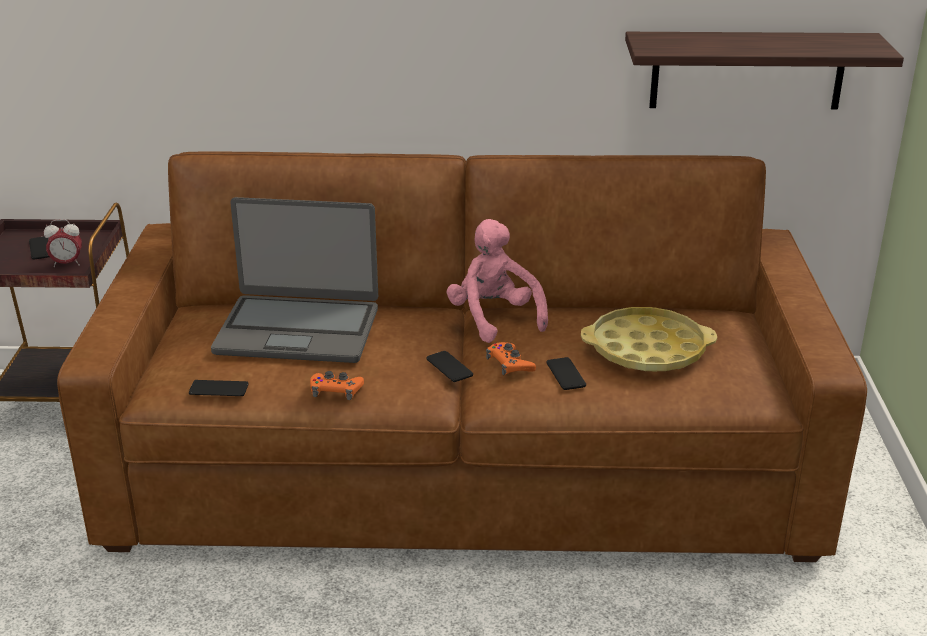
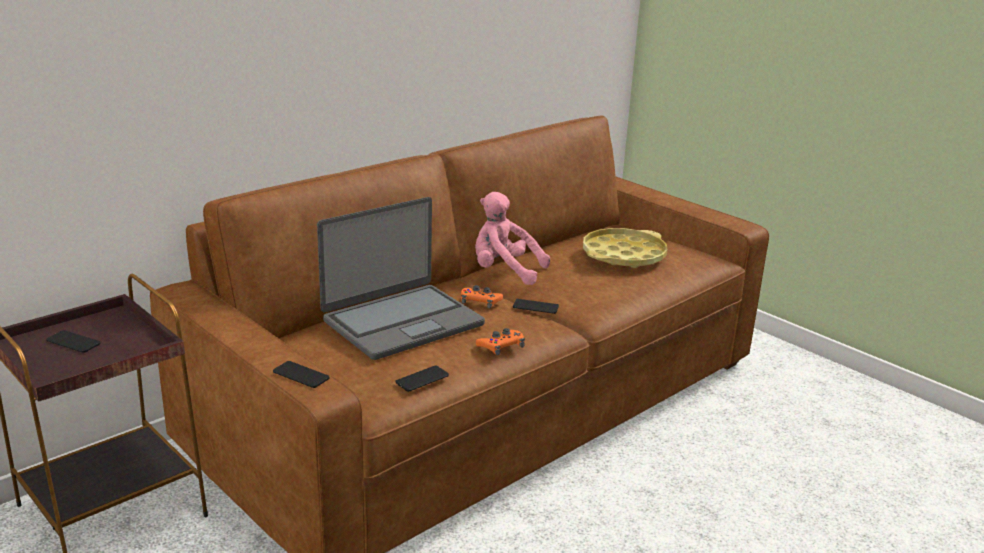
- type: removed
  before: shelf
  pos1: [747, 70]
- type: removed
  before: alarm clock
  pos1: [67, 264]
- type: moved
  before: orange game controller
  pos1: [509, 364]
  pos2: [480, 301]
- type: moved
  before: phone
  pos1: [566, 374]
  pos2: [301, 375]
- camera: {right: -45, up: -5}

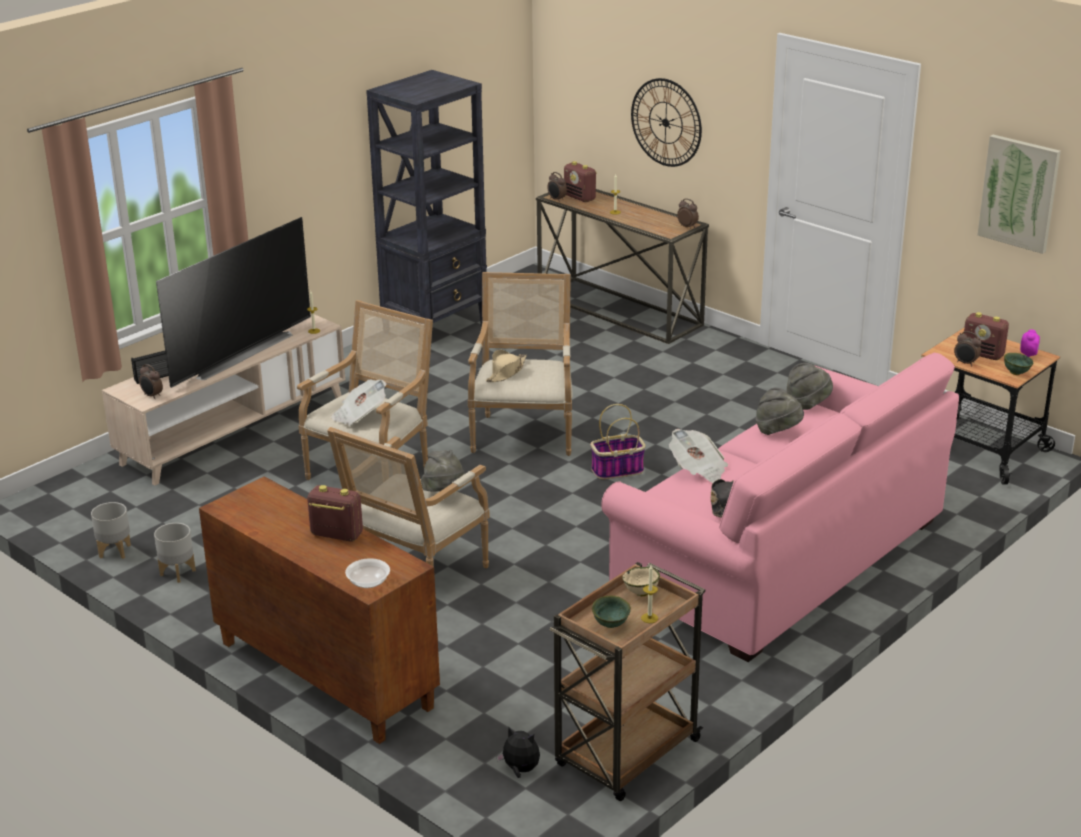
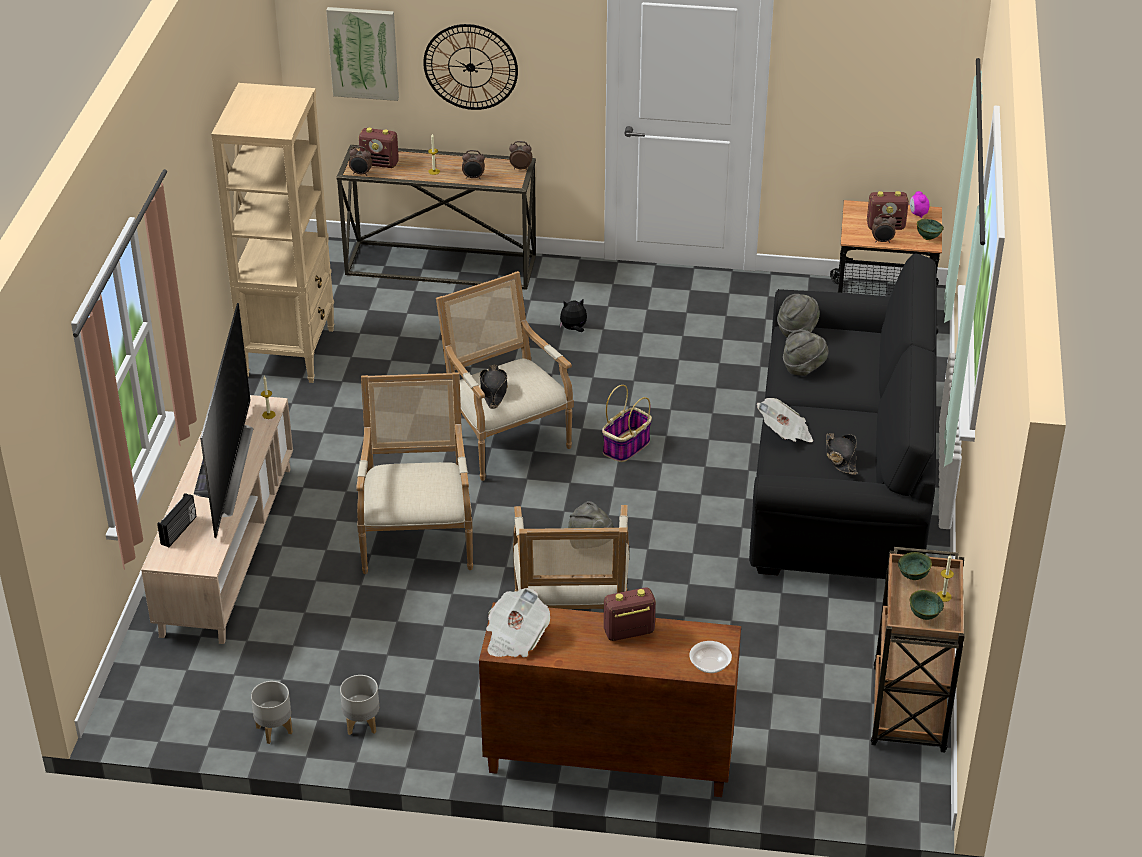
- type: recoloured
  before: black bookcase
  after: beige bookcase
  pos1: [436, 328]
  pos2: [290, 352]
- type: moved
  before: picture
  pos1: [1019, 193]
  pos2: [363, 53]
- type: recoloured
  before: beige hat
  after: black hat
  pos1: [506, 372]
  pos2: [493, 390]
- type: recoloured
  before: pink sofa
  after: black sofa
  pos1: [779, 558]
  pos2: [839, 480]
- type: moved
  before: alarm clock
  pos1: [152, 396]
  pos2: [473, 177]
- type: moved
  before: newspaper
  pos1: [359, 415]
  pos2: [515, 638]
- type: recoloured
  before: beige bowl
  after: green bowl
  pos1: [641, 593]
  pos2: [913, 577]
- type: moved
  before: plush toy
  pos1: [520, 770]
  pos2: [573, 329]
- camera: {right: -35, up: 10}

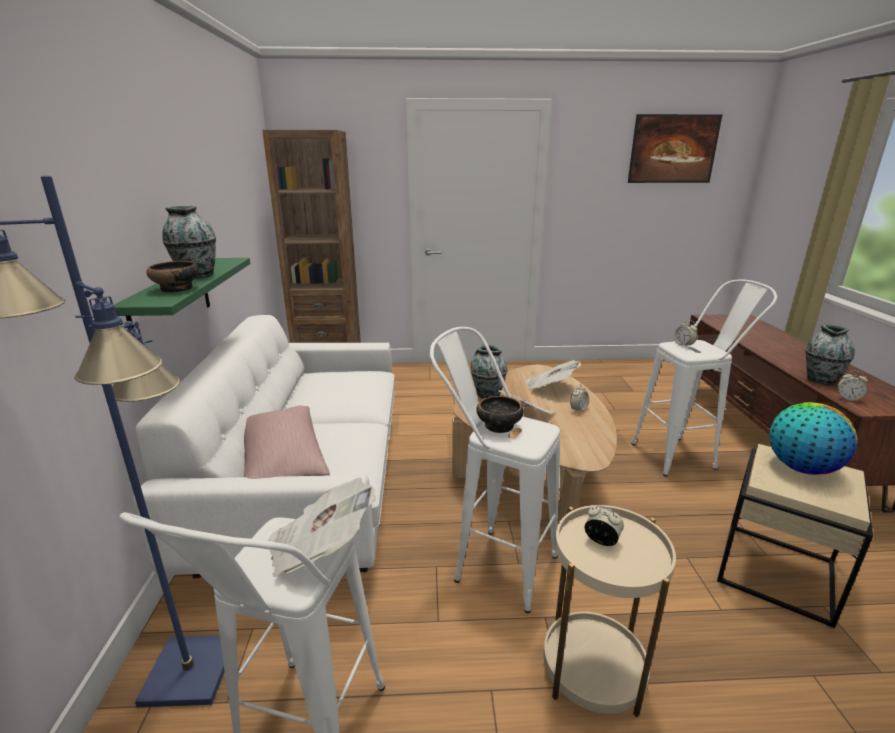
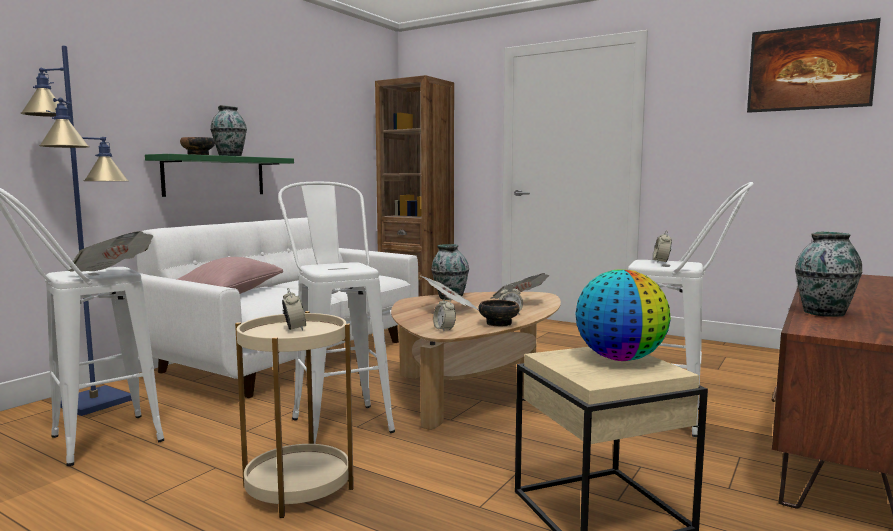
- type: moved
  before: alarm clock
  pos1: [848, 399]
  pos2: [444, 329]
- type: moved
  before: bowl
  pos1: [498, 426]
  pos2: [498, 323]
- camera: {right: 35, up: -15}

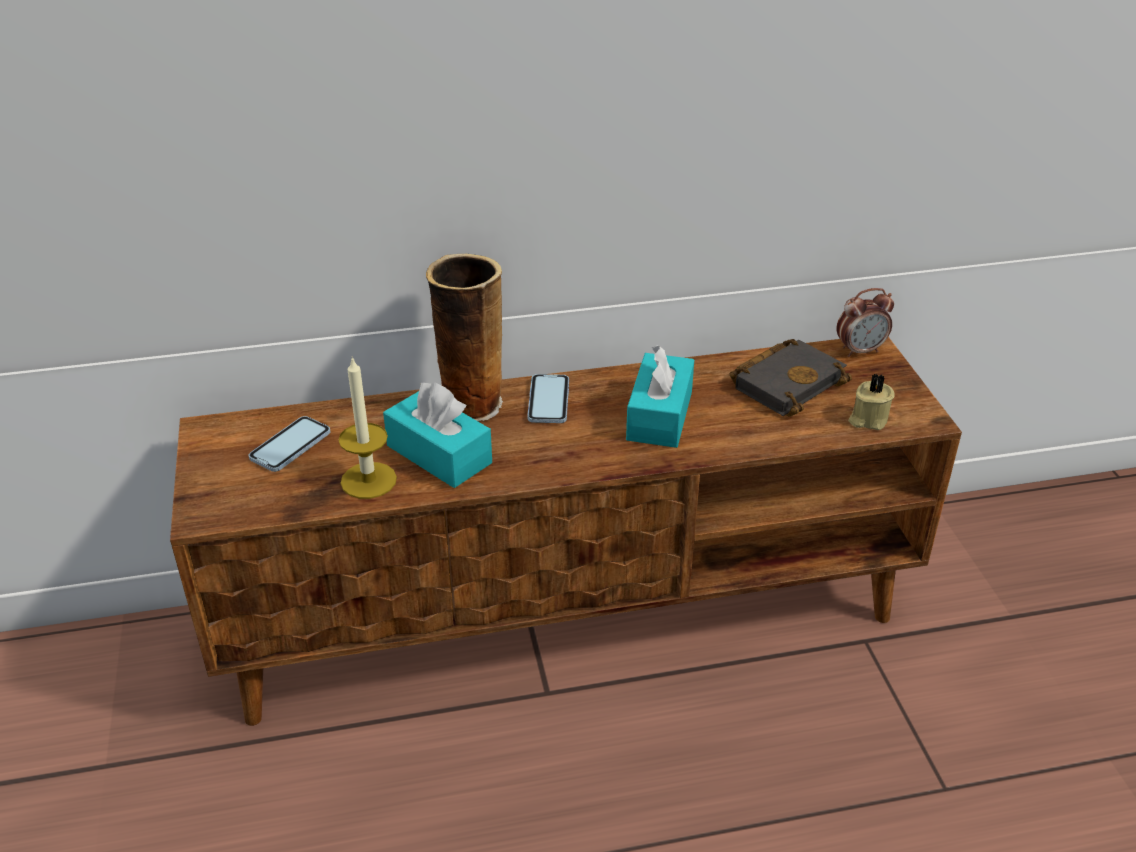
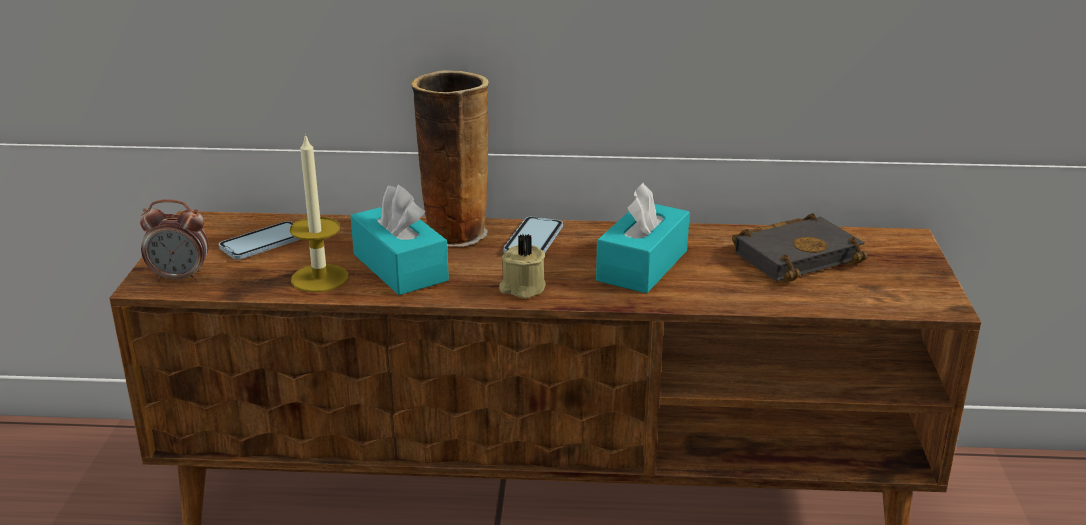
- type: moved
  before: alarm clock
  pos1: [860, 351]
  pos2: [180, 278]
- type: moved
  before: beige candle
  pos1: [867, 419]
  pos2: [522, 288]
- camera: {right: 15, up: -10}

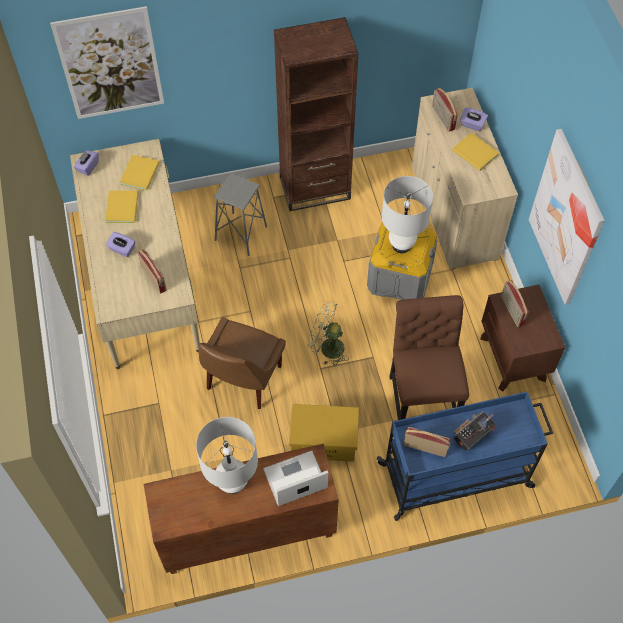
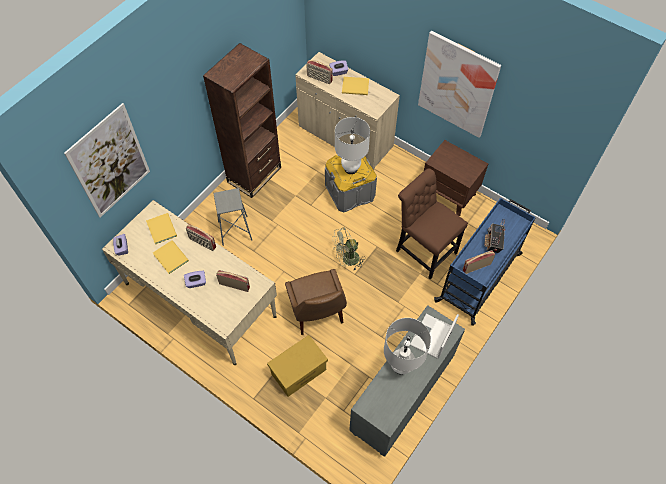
- type: moved
  before: radio
  pos1: [511, 310]
  pos2: [202, 243]
- type: moved
  before: yellow storage box
  pos1: [324, 441]
  pos2: [299, 371]
- type: recoloured
  before: brown cabinet
  after: grey cabinet
  pos1: [246, 533]
  pos2: [402, 397]
- camera: {right: -40, up: 0}

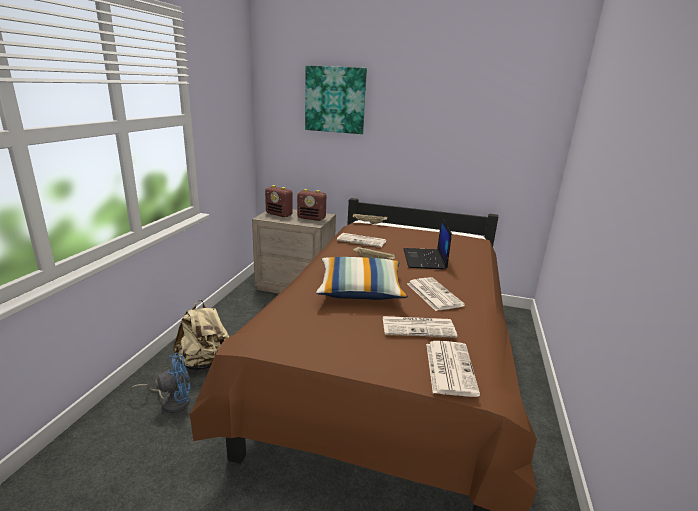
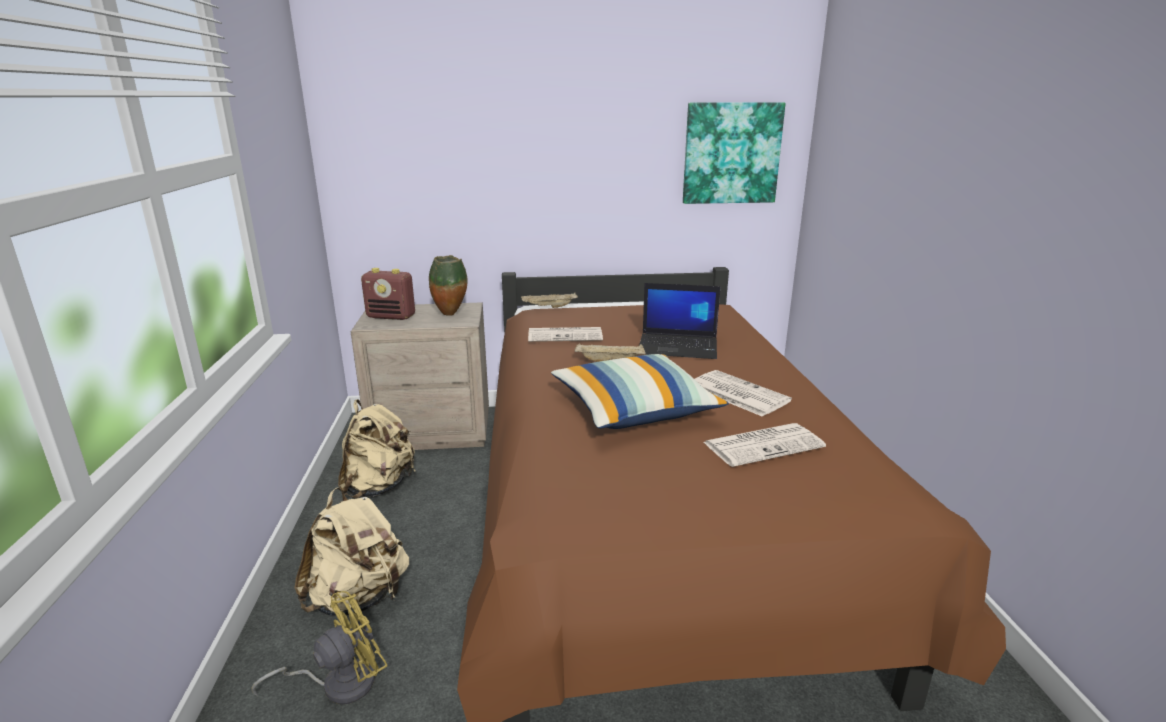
- type: moved
  before: picture
  pos1: [335, 100]
  pos2: [731, 153]
- type: replaced
  before: radio
  after: vase
  pos1: [312, 218]
  pos2: [451, 314]
- type: turned
  before: laptop
  pos1: [425, 259]
  pos2: [679, 346]
  turn: -60
- type: removed
  before: newspaper
  pos1: [449, 367]
- type: recoloured
  before: blue fan
  after: yellow fan
  pos1: [171, 402]
  pos2: [339, 683]
- type: added
  after: beige backpack
  pos2: [379, 486]
- camera: {right: -20, up: 0}

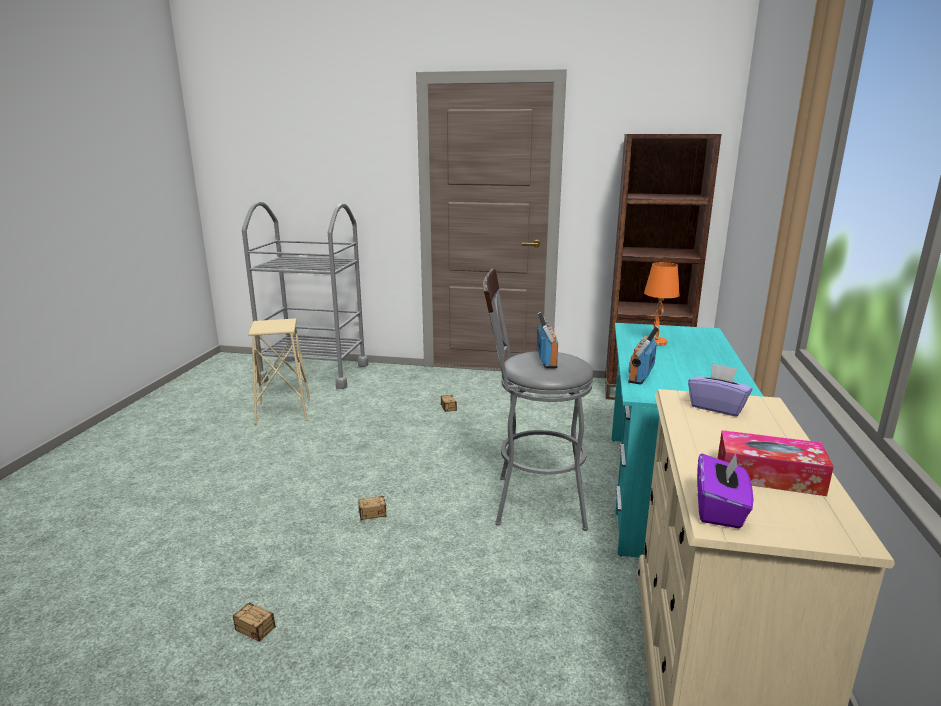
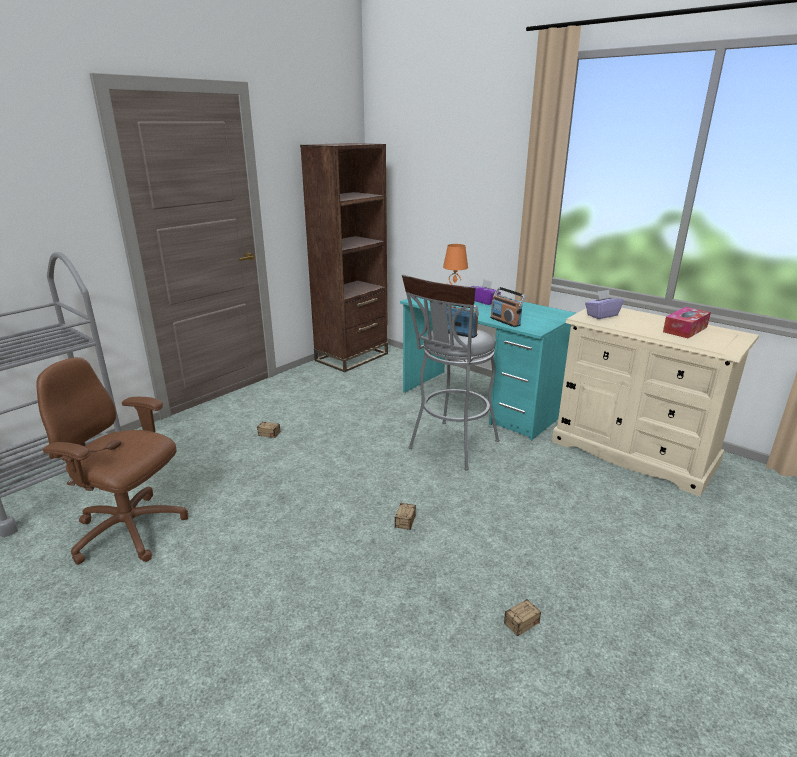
- type: replaced
  before: beige stool
  after: brown office chair
  pos1: [283, 411]
  pos2: [131, 531]
- type: moved
  before: purple tissue box
  pos1: [719, 509]
  pos2: [484, 301]
- camera: {right: -60, up: 5}

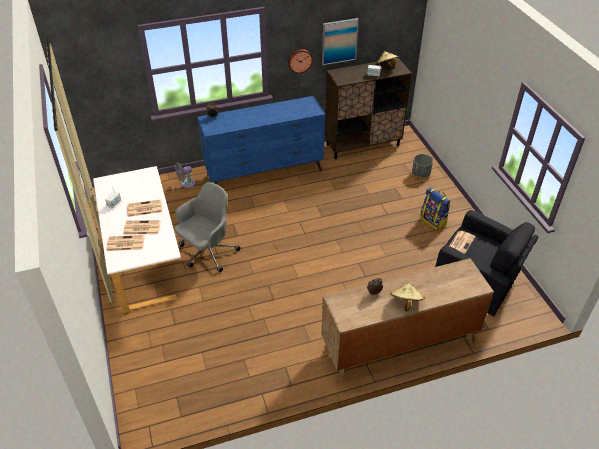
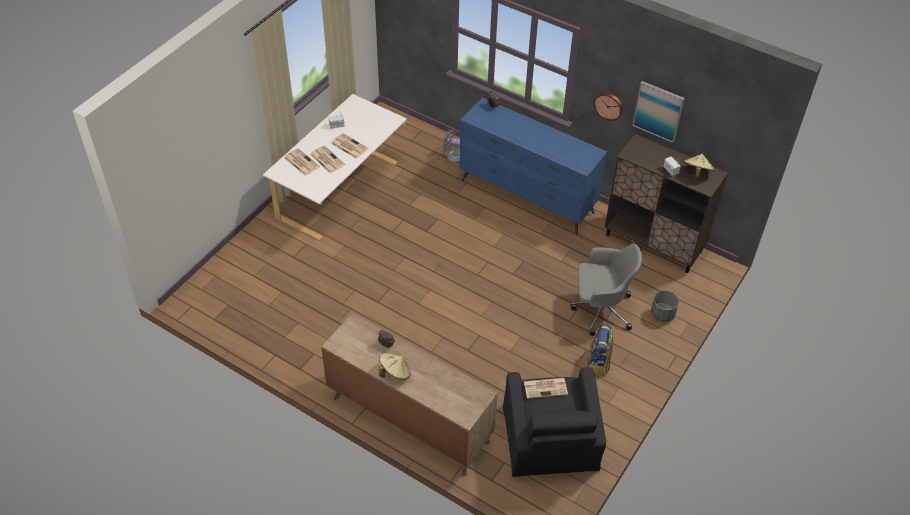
- type: moved
  before: grey office chair
  pos1: [207, 252]
  pos2: [600, 309]
- camera: {right: 50, up: 5}

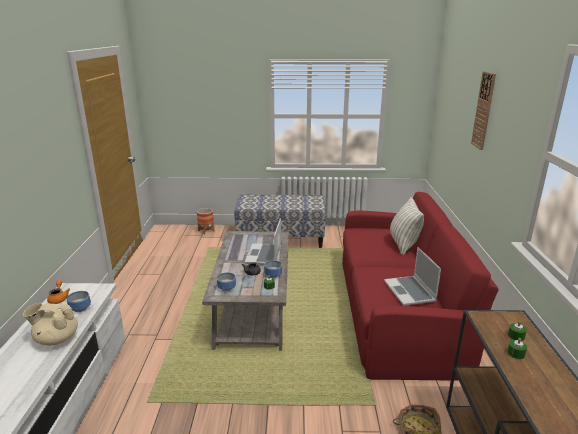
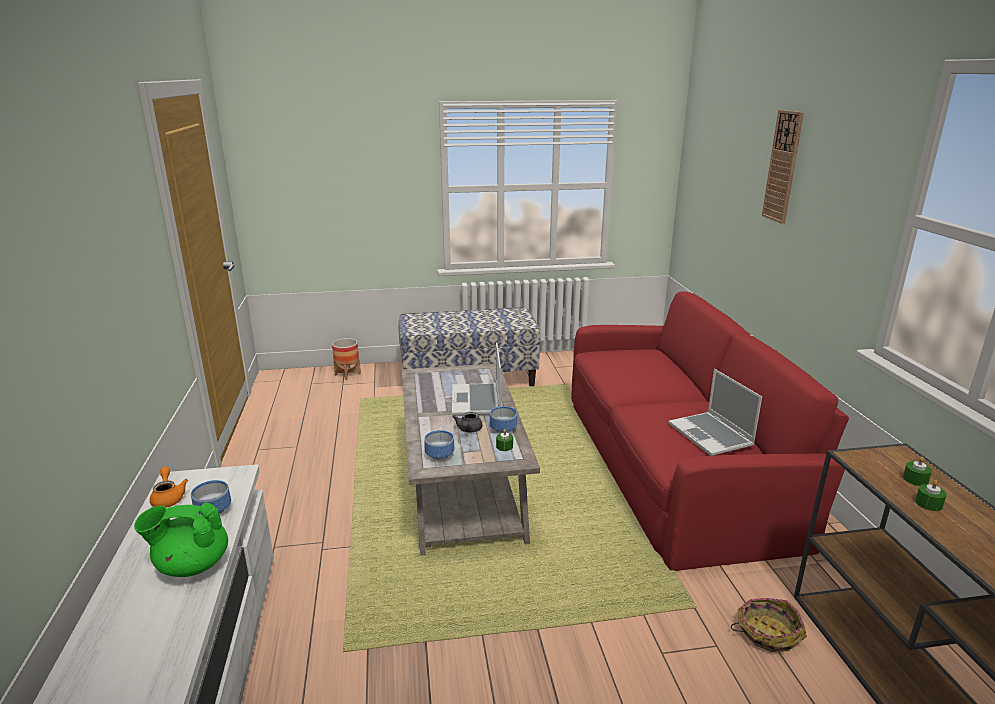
- type: removed
  before: pillow
  pos1: [403, 244]
- type: recoloured
  before: beige teapot
  after: green teapot
  pos1: [56, 339]
  pos2: [192, 565]
- camera: {right: -10, up: 0}

